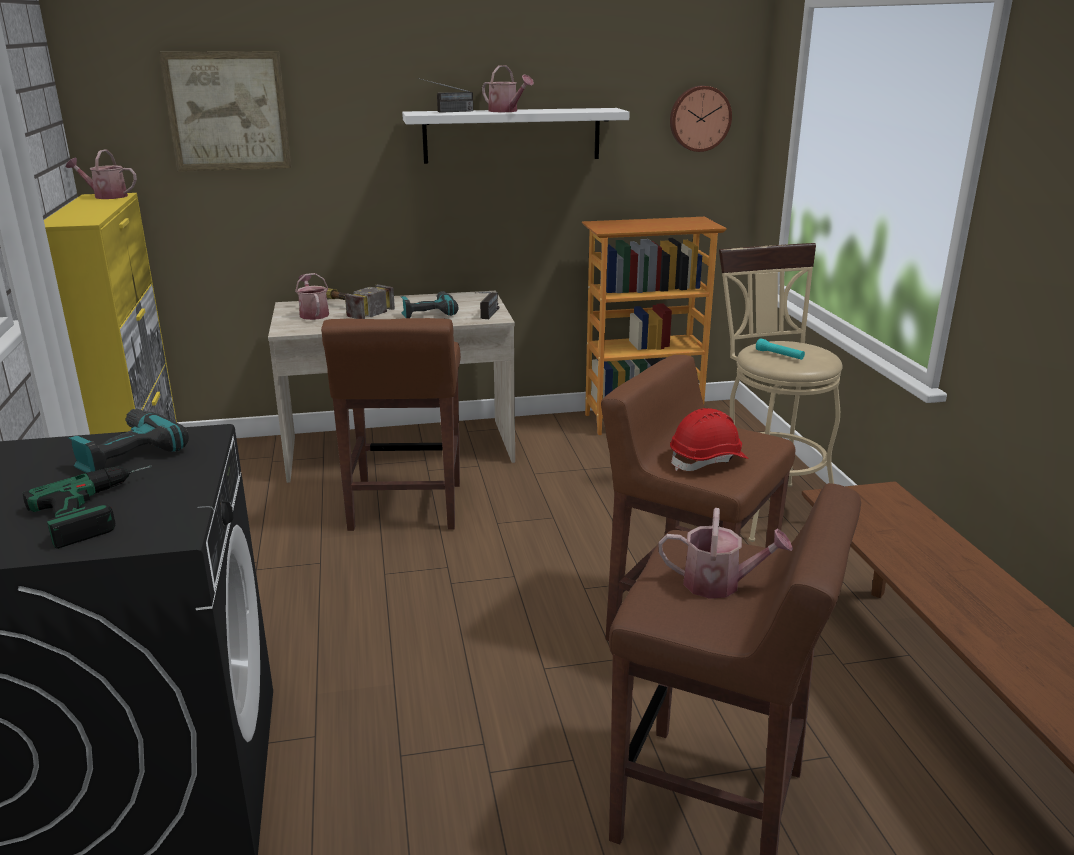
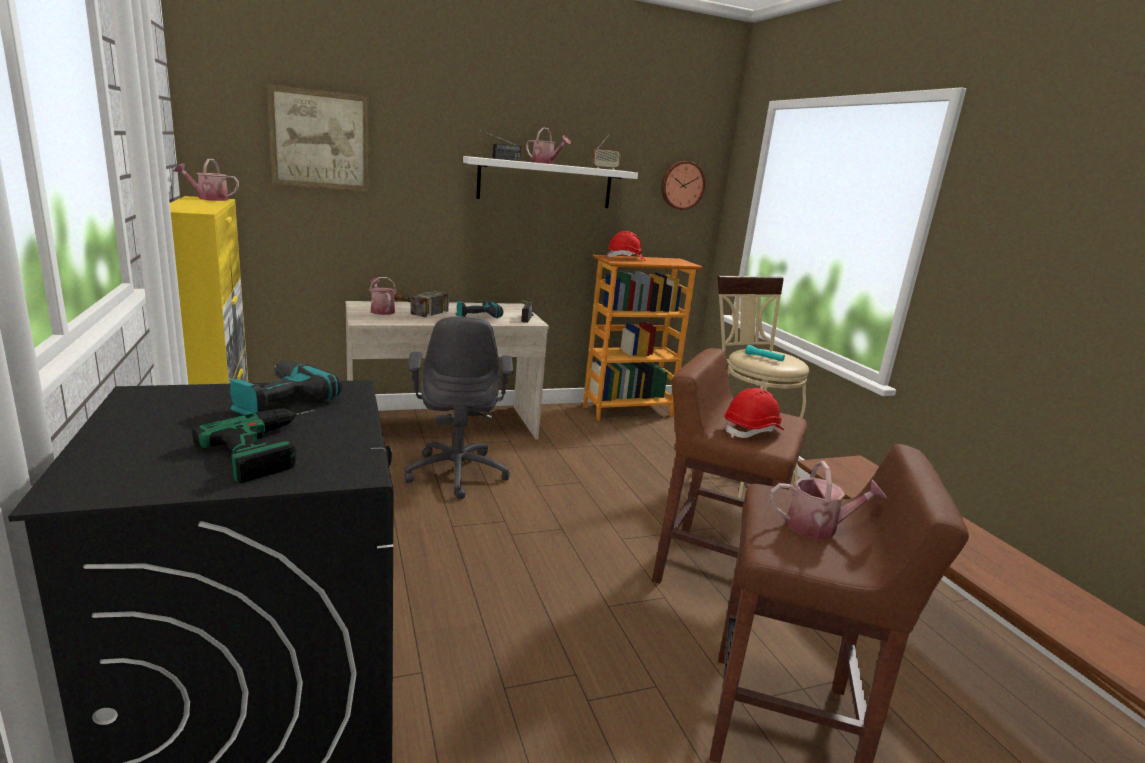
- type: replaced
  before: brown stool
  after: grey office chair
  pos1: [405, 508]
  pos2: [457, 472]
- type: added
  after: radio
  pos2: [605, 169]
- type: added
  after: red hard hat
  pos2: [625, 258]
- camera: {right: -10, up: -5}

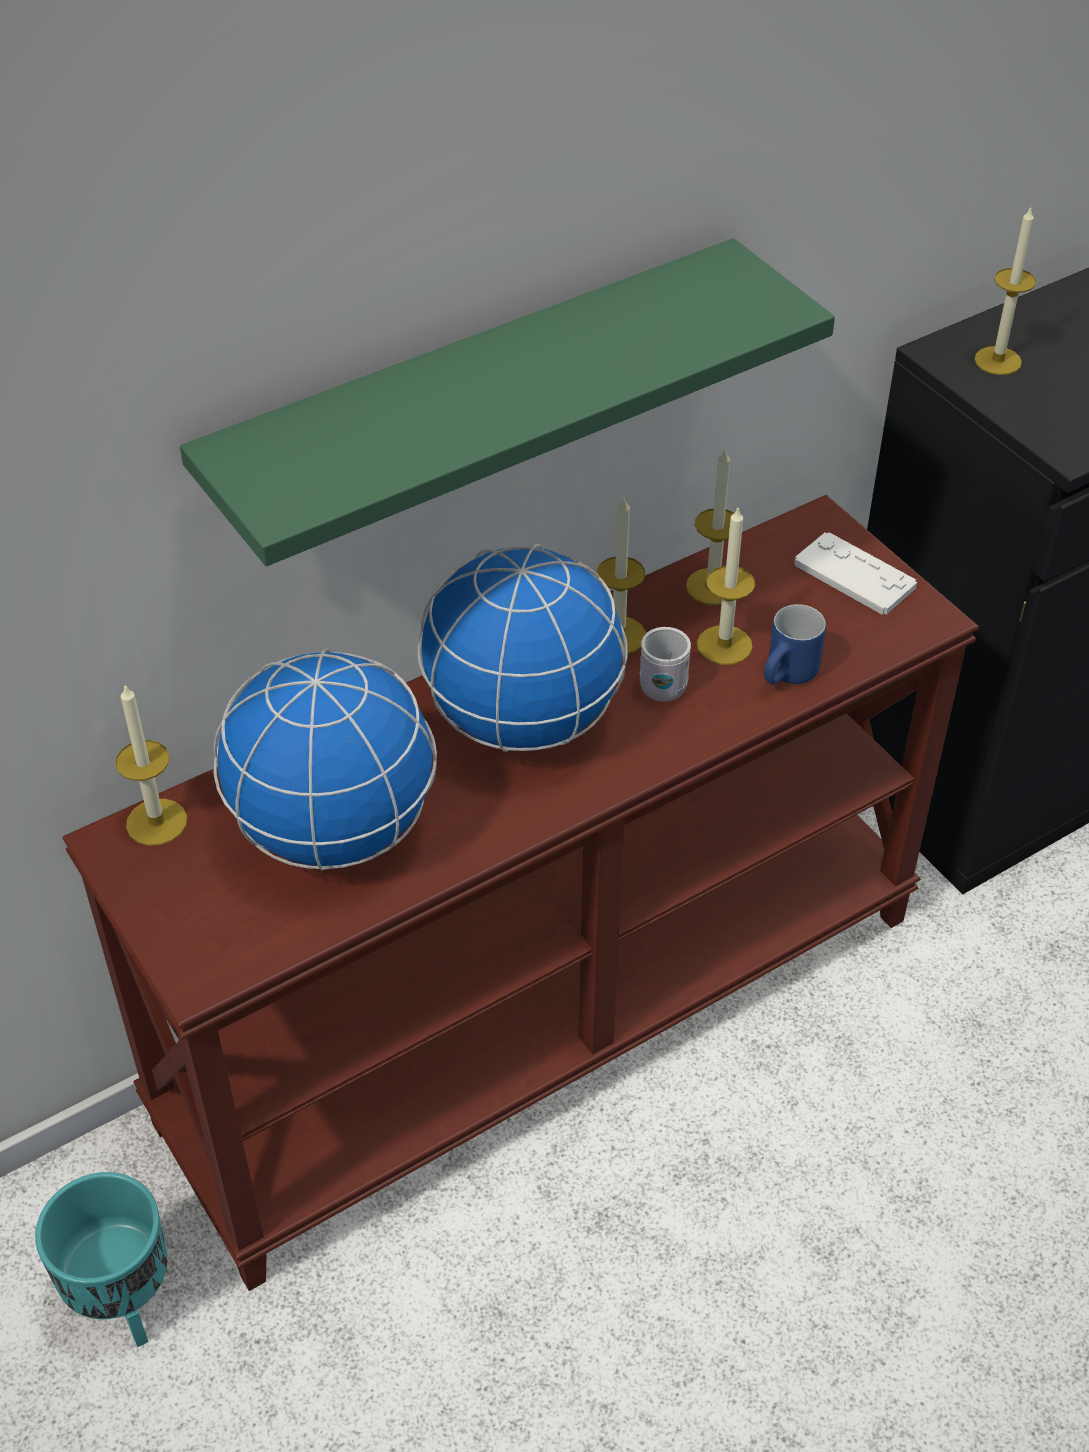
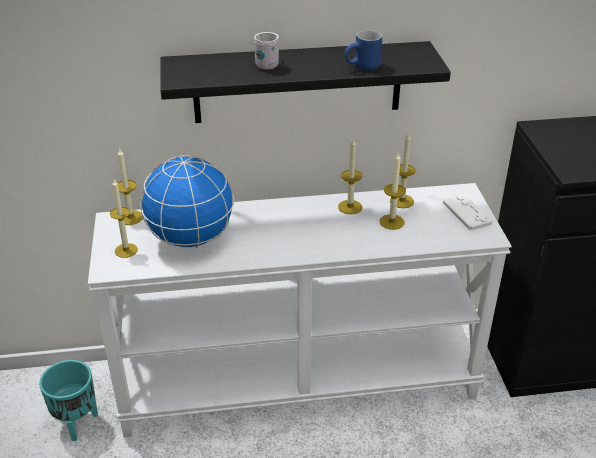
- type: moved
  before: candle
  pos1: [998, 361]
  pos2: [126, 250]
- type: recoloured
  before: green shelf
  after: black shelf
  pos1: [476, 406]
  pos2: [297, 82]
- type: recoloured
  before: brown console table
  after: white console table
  pos1: [543, 1013]
  pos2: [298, 379]
- type: removed
  before: globe
  pos1: [523, 721]
- type: moved
  before: blue mug
  pos1: [789, 678]
  pos2: [363, 68]
- type: moved
  before: white mug
  pos1: [662, 683]
  pos2: [268, 64]
- camera: {right: 25, up: -10}

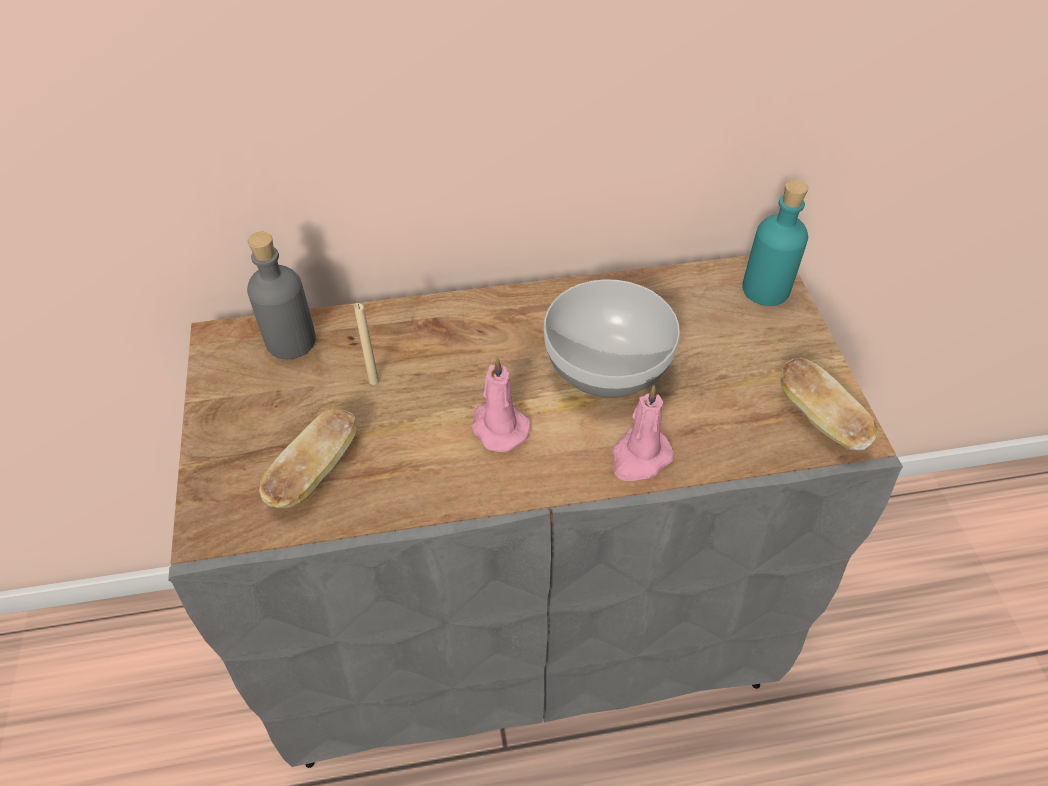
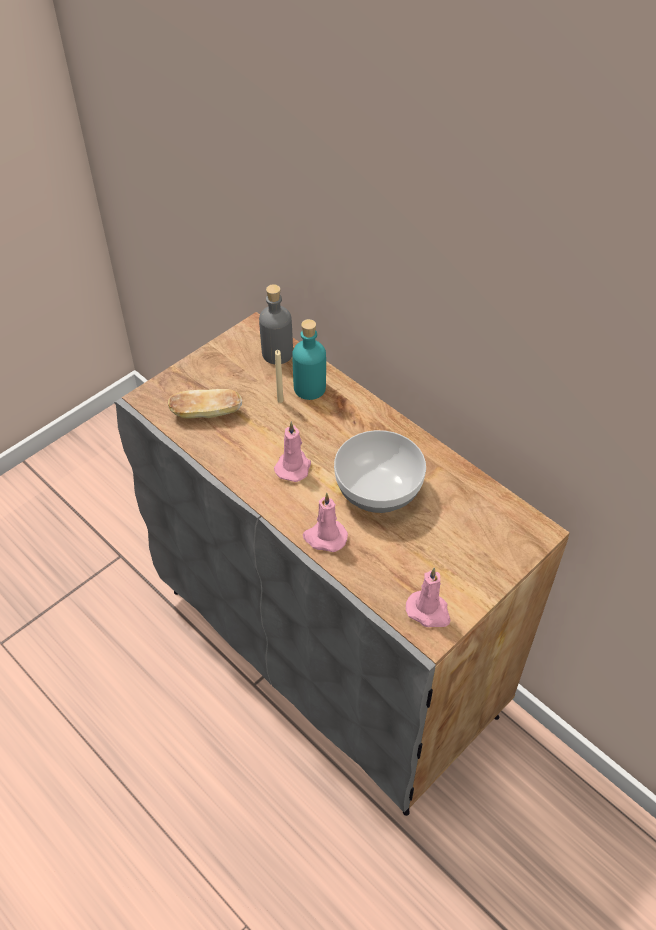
- type: moved
  before: turquoise bottle
  pos1: [766, 289]
  pos2: [309, 388]
- type: replaced
  before: bread
  after: pink candle
  pos1: [820, 419]
  pos2: [429, 611]
- camera: {right: 55, up: 0}

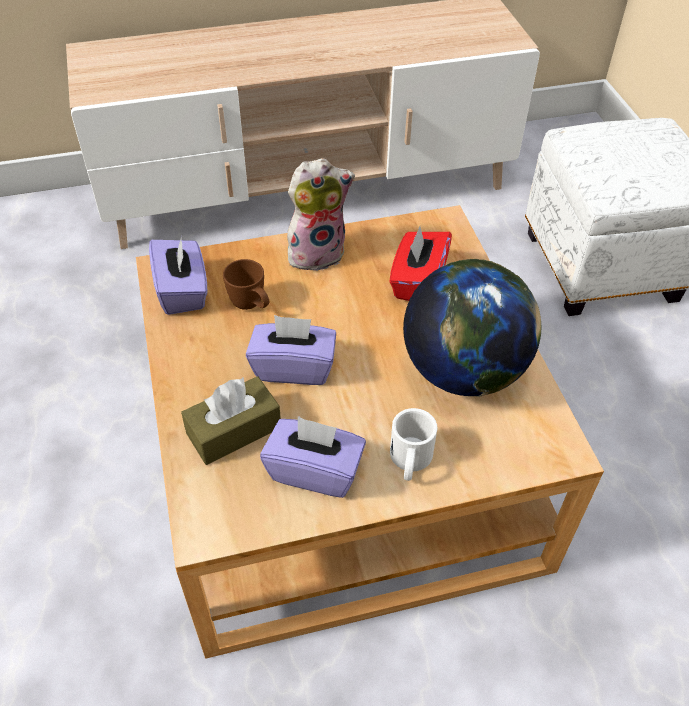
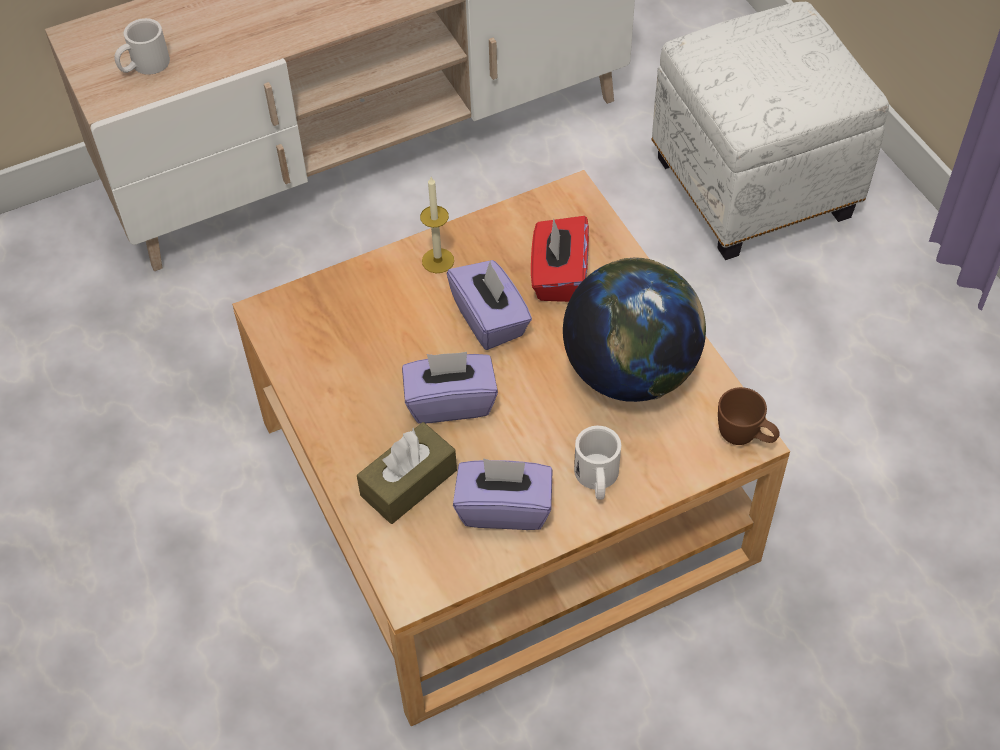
- type: replaced
  before: plush toy
  after: candle
  pos1: [317, 253]
  pos2: [438, 260]
- type: moved
  before: purple tissue box
  pos1: [183, 291]
  pos2: [490, 319]
- type: moved
  before: brown mug
  pos1: [251, 306]
  pos2: [745, 438]
- type: added
  after: white mug
  pos2: [144, 66]
- camera: {right: -10, up: 5}

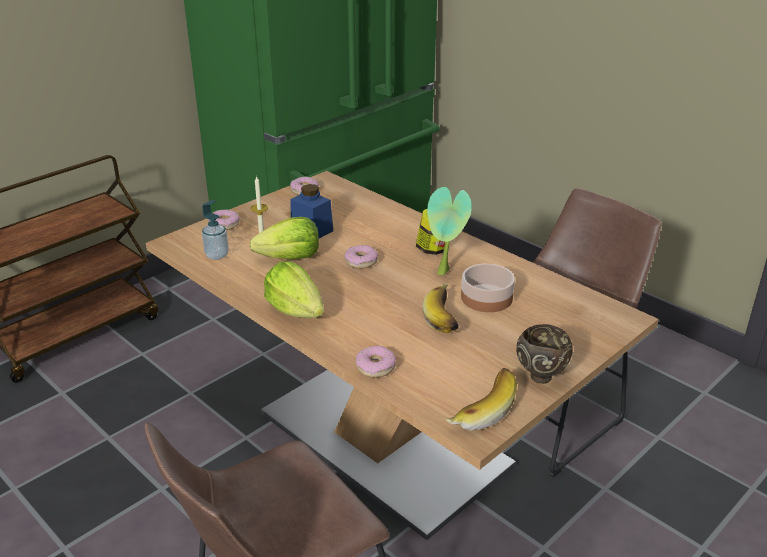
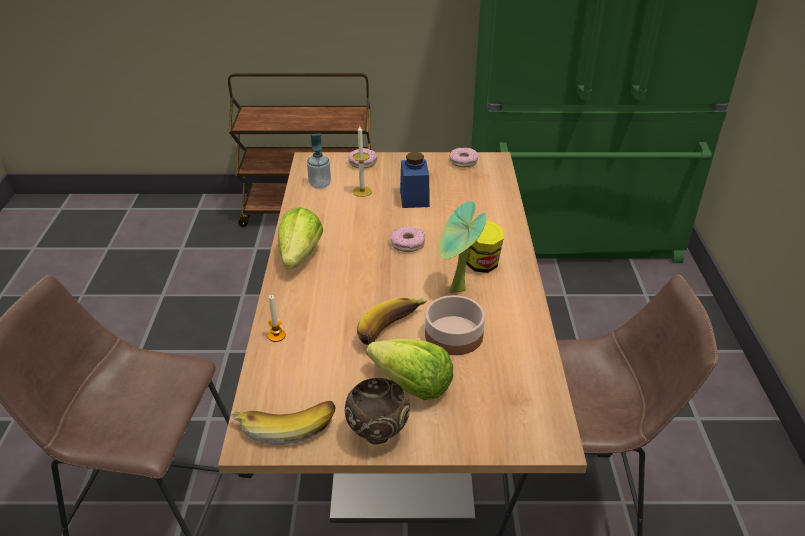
- type: moved
  before: lettuce
  pos1: [290, 258]
  pos2: [411, 386]
- type: replaced
  before: donut
  after: candle
  pos1: [375, 367]
  pos2: [276, 336]
- camera: {right: 45, up: 5}

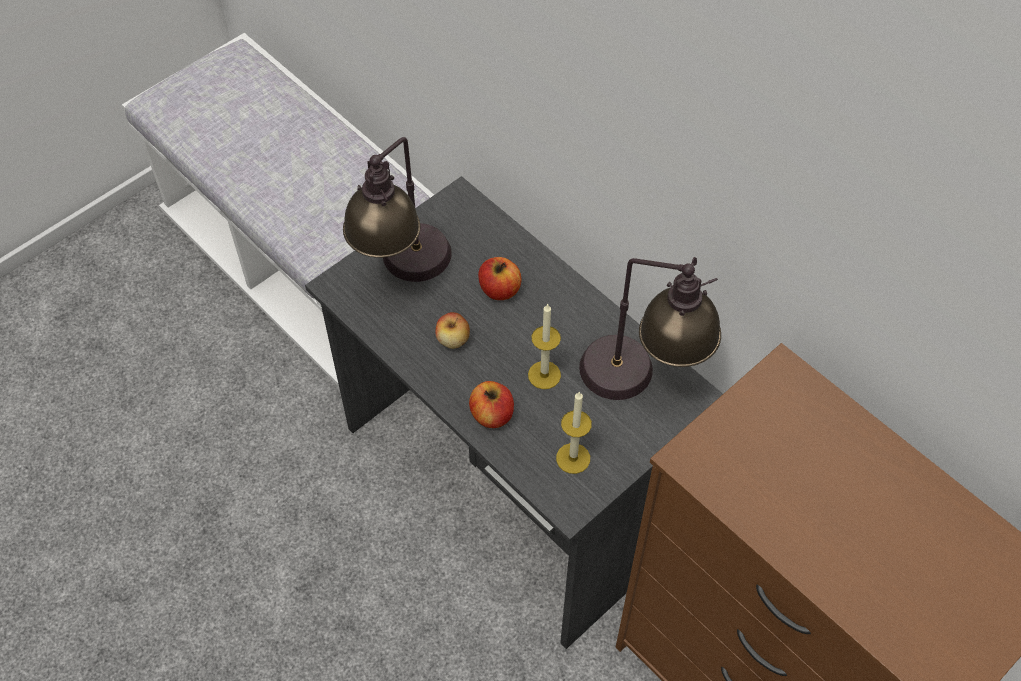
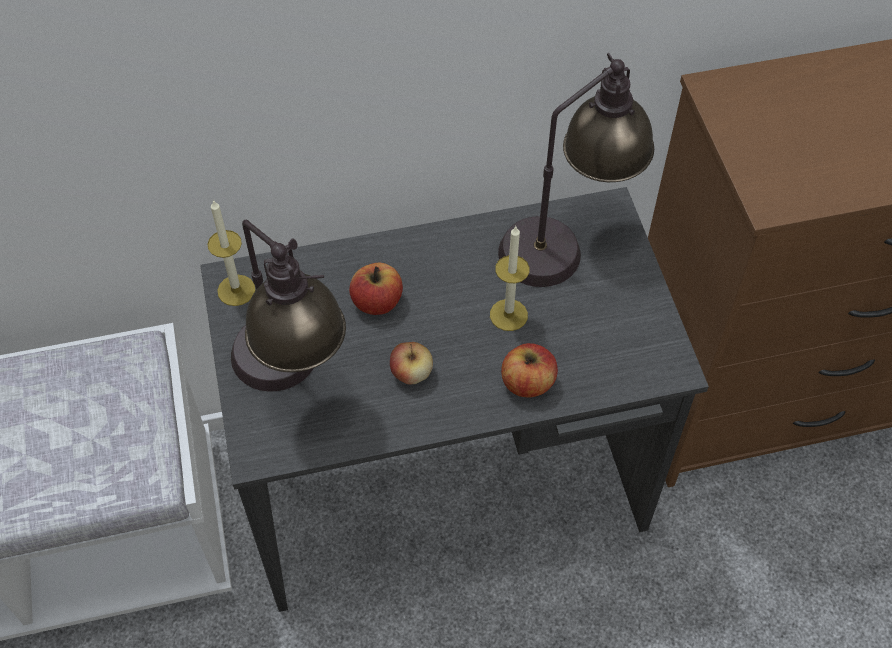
- type: moved
  before: candle
  pos1: [573, 458]
  pos2: [236, 290]
- camera: {right: -60, up: 0}

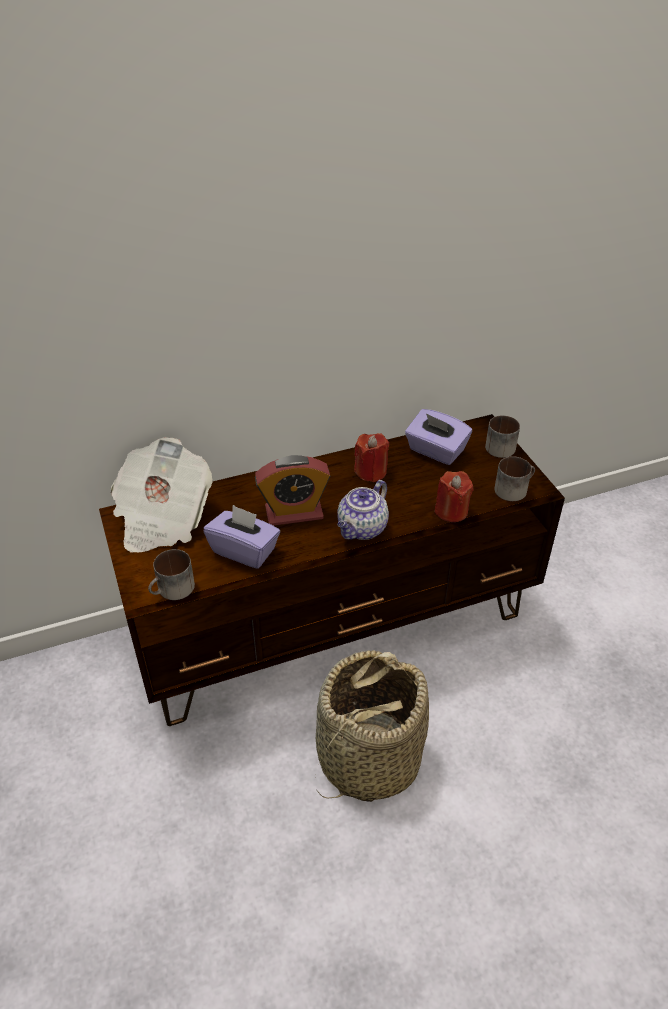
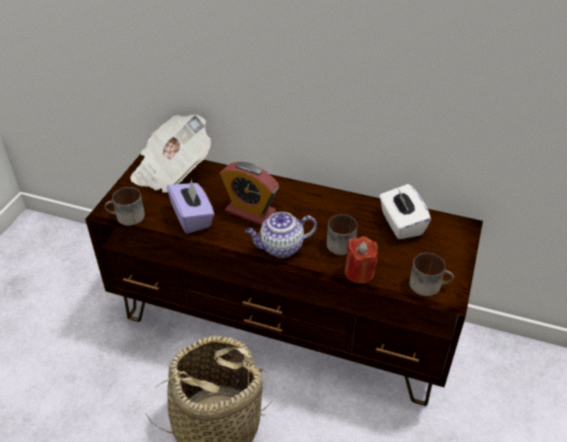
- type: recoloured
  before: purple tissue box
  after: white tissue box
  pos1: [435, 451]
  pos2: [401, 224]
- type: moved
  before: mug
  pos1: [497, 445]
  pos2: [341, 242]
- type: removed
  before: red candle
  pos1: [371, 472]
- camera: {right: 40, up: 0}

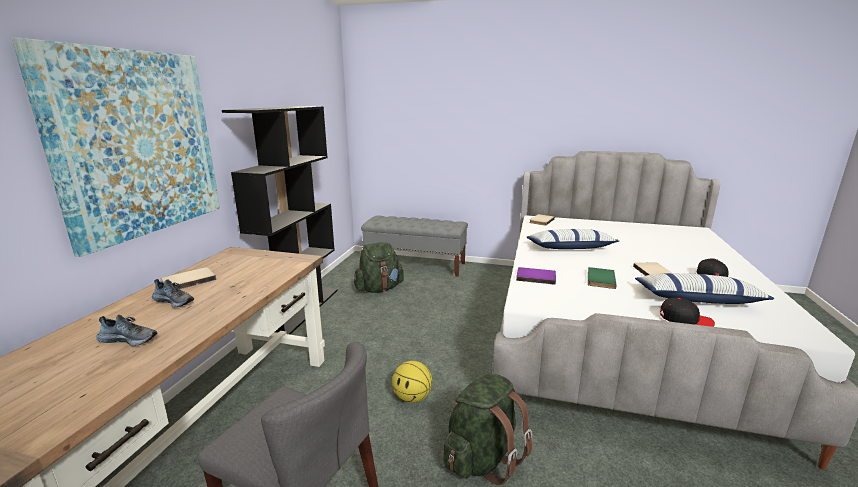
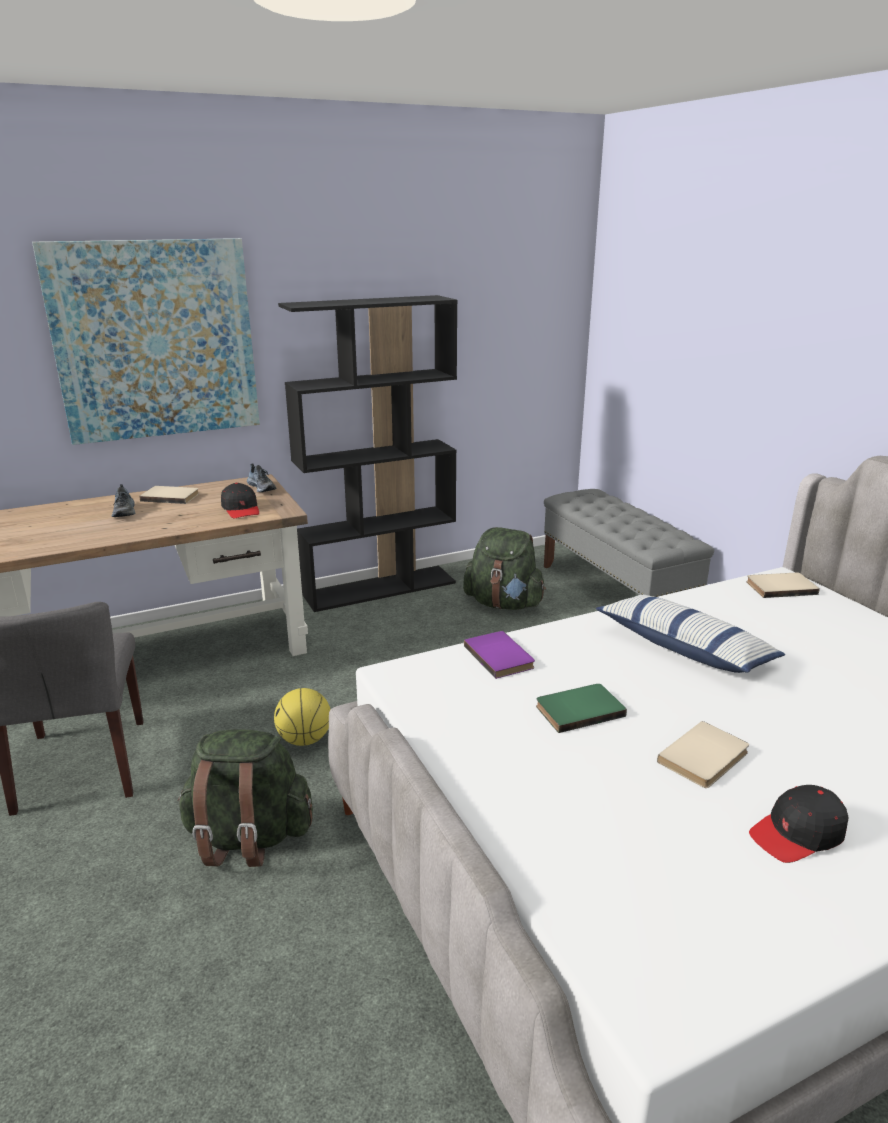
- type: removed
  before: pillow
  pos1: [696, 299]
- type: moved
  before: black cap
  pos1: [685, 319]
  pos2: [241, 509]
- type: moved
  before: shoe
  pos1: [130, 339]
  pos2: [262, 487]
- camera: {right: 50, up: 5}

